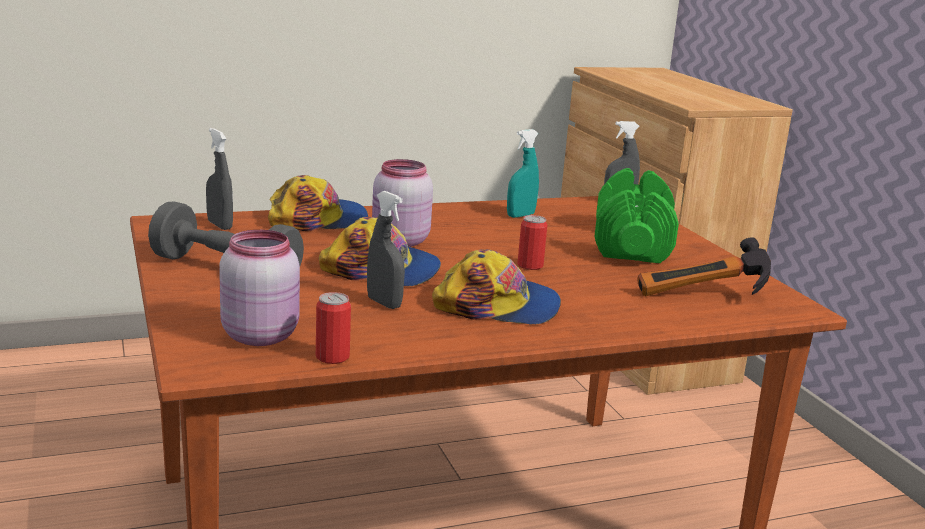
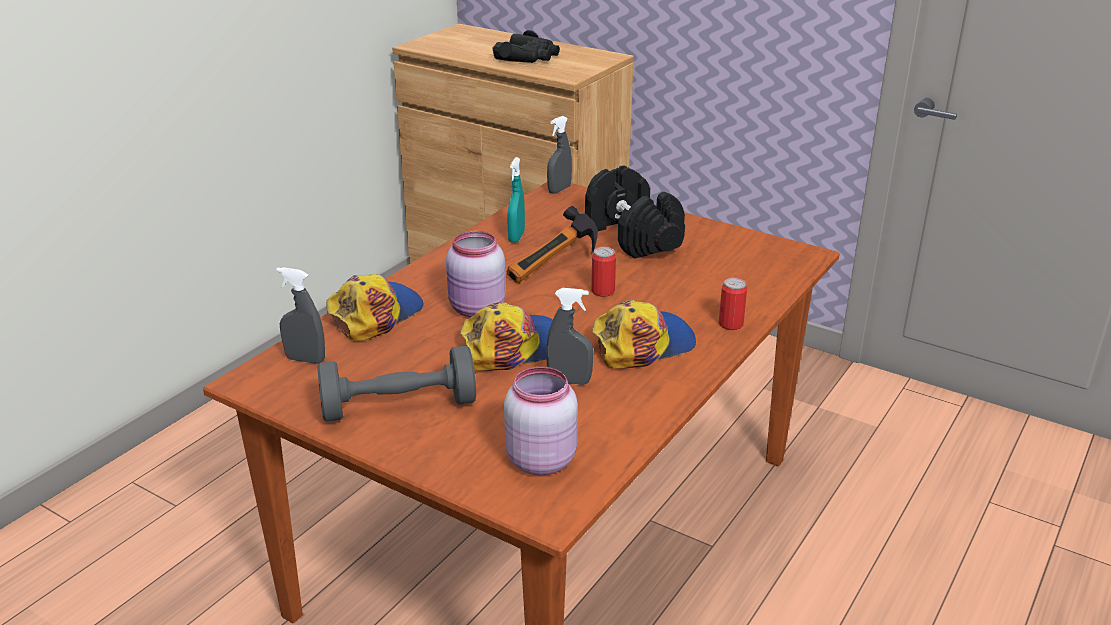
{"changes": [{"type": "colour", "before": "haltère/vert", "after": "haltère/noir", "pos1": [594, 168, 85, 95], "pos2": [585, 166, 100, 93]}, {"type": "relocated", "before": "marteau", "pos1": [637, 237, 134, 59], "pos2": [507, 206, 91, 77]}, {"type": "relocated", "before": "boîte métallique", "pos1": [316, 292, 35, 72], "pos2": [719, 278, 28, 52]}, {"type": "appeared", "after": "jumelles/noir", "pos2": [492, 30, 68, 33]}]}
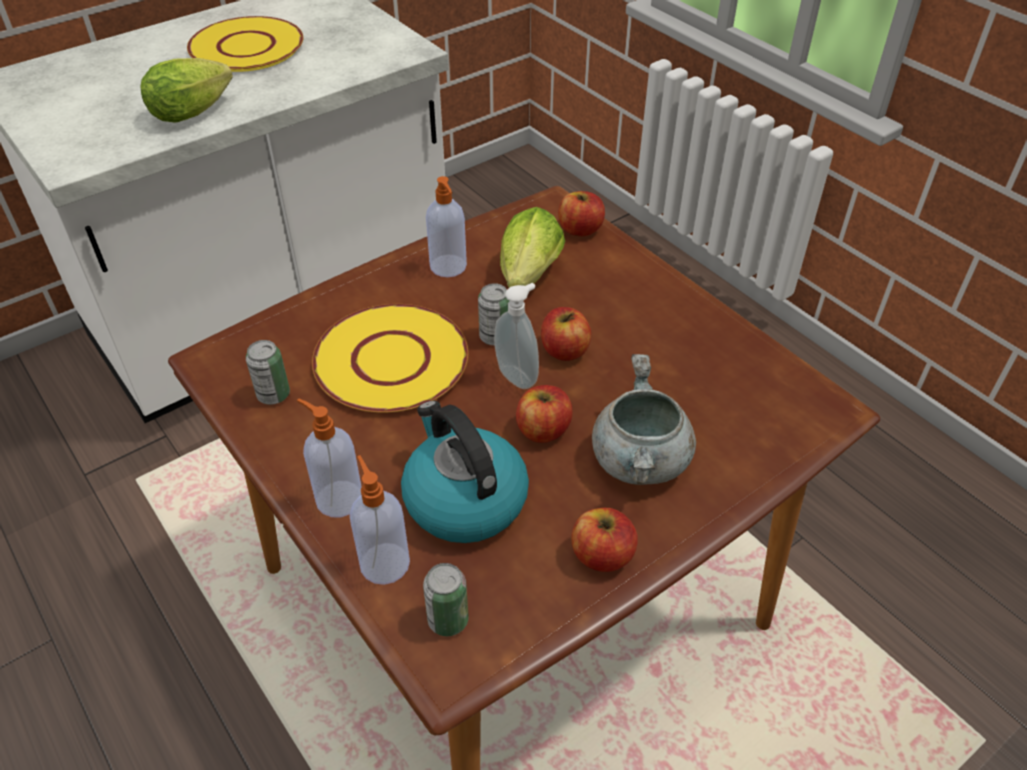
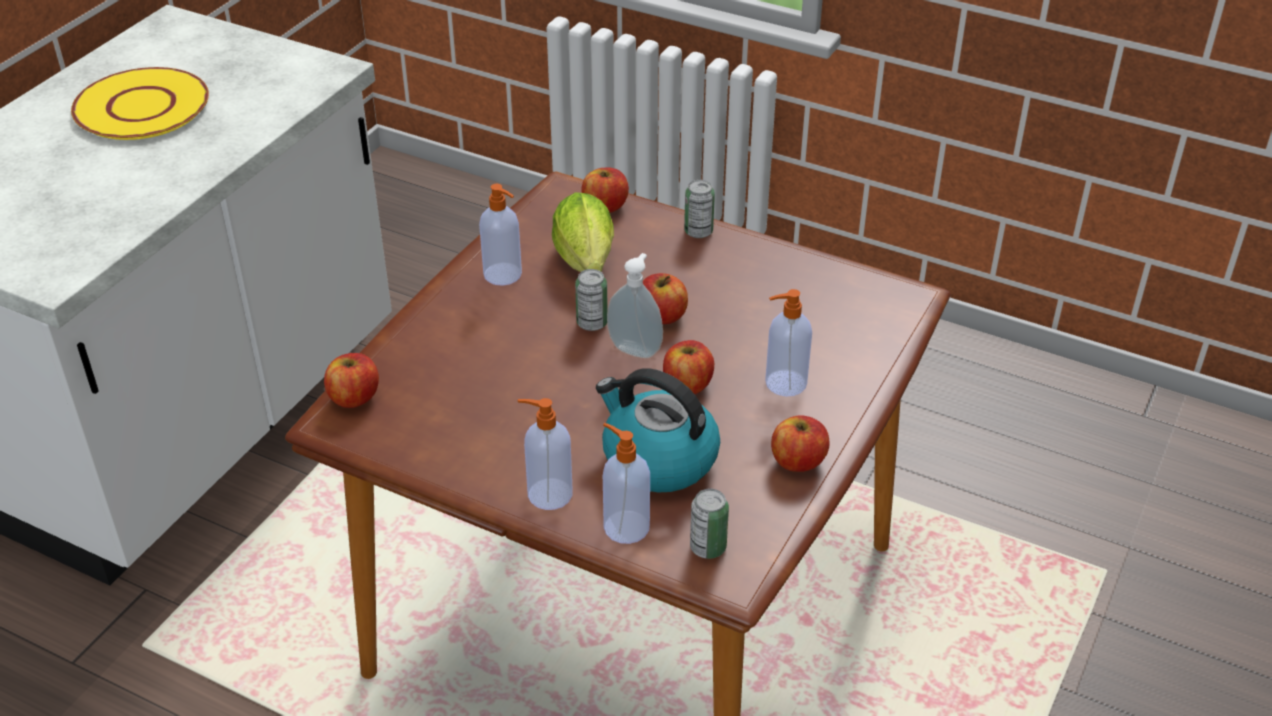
{"changes": [{"type": "missing", "before": "laitue", "pos1": [140, 58, 93, 64]}, {"type": "missing", "before": "assiette/jaune", "pos1": [312, 304, 157, 109]}, {"type": "relocated", "before": "boîte métallique", "pos1": [246, 340, 44, 65], "pos2": [684, 180, 31, 58]}, {"type": "exchanged", "before": "marmite/gris", "after": "distributeur de savon", "pos1": [592, 354, 104, 131], "pos2": [765, 289, 47, 107]}, {"type": "appeared", "after": "pomme", "pos2": [324, 353, 55, 55]}]}
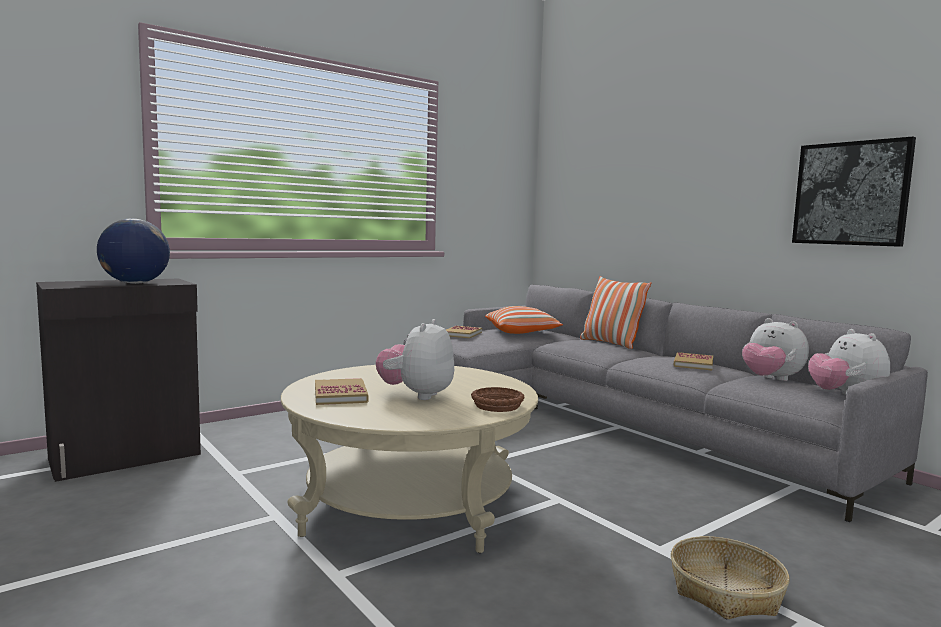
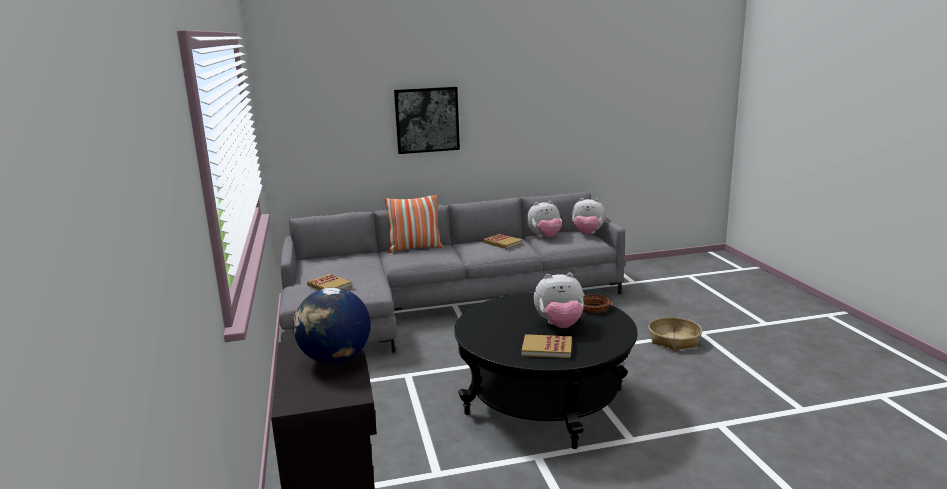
{"changes": [{"type": "relocated", "before": "tableau", "pos1": [792, 137, 124, 110], "pos2": [394, 87, 66, 67]}, {"type": "missing", "before": "coussin", "pos1": [485, 306, 78, 28]}, {"type": "spun", "before": "peluche", "pos1": [376, 319, 78, 81], "pos2": [534, 272, 50, 56], "turn": -45}, {"type": "colour", "before": "table basse/beige", "after": "table basse/noir", "pos1": [281, 365, 257, 188], "pos2": [454, 293, 184, 156]}]}
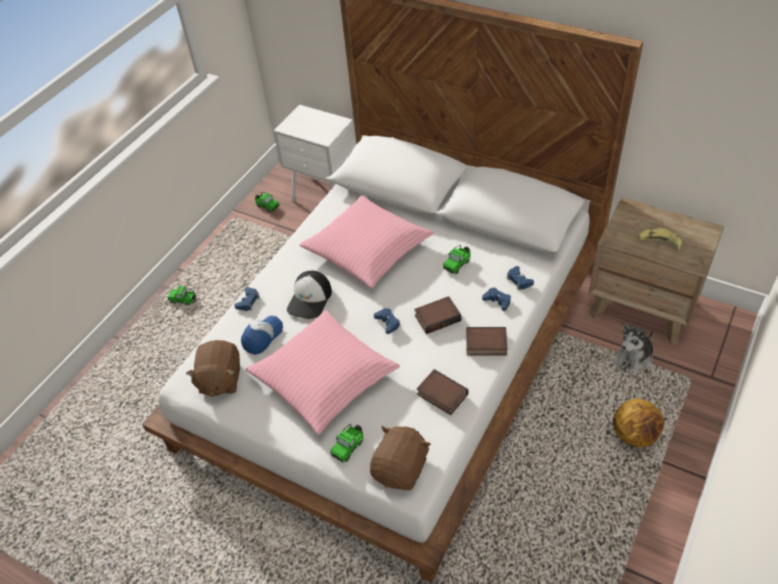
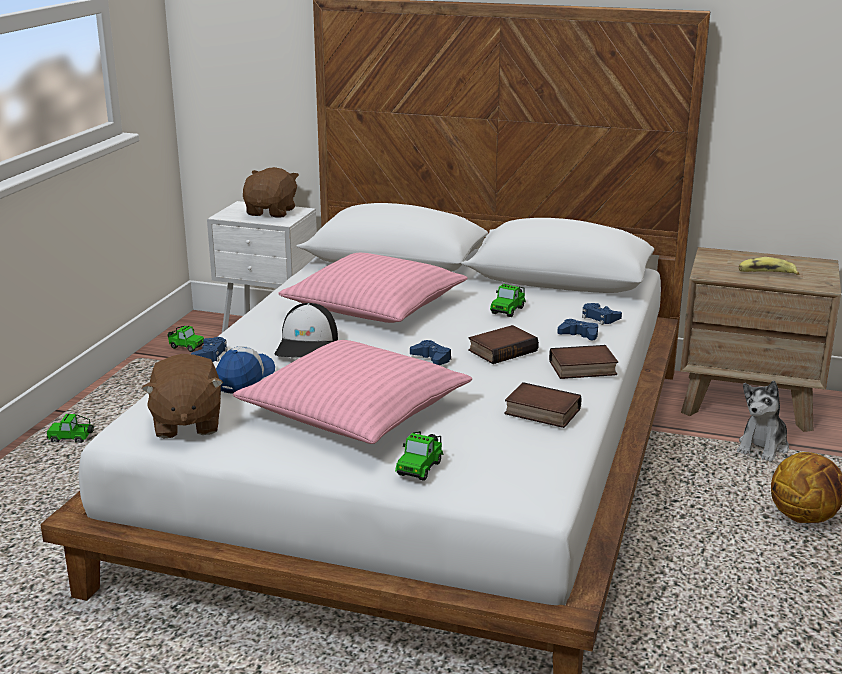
{"changes": [{"type": "relocated", "before": "peluche/marron", "pos1": [370, 426, 61, 64], "pos2": [243, 167, 56, 51]}]}
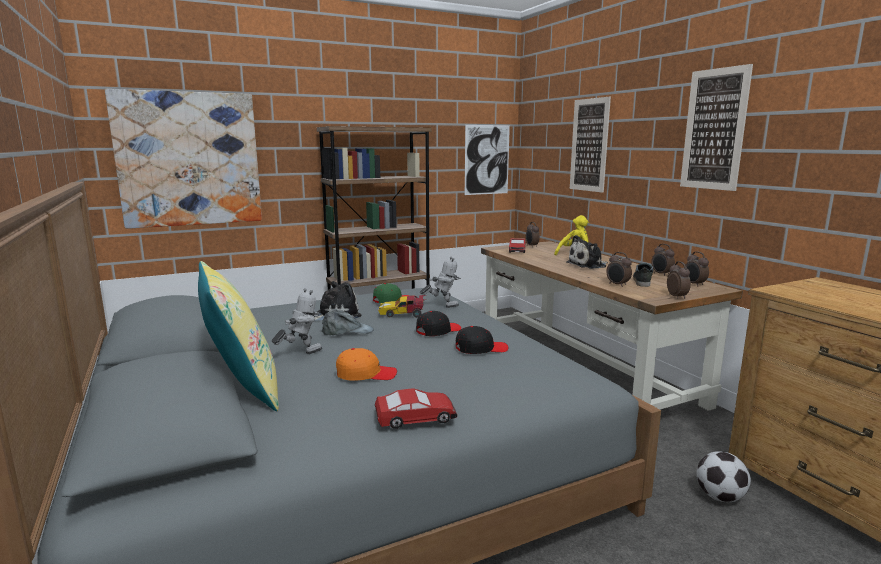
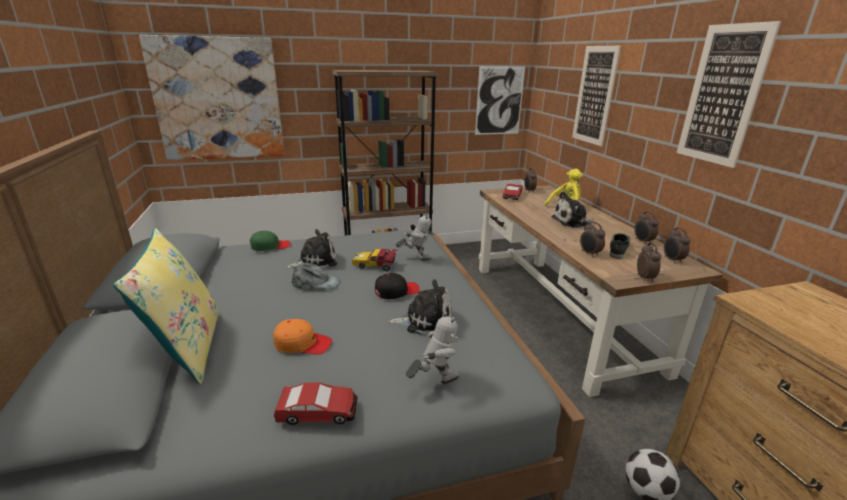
{"changes": [{"type": "relocated", "before": "casquette/vert", "pos1": [373, 283, 37, 21], "pos2": [250, 231, 40, 20]}, {"type": "relocated", "before": "robot jouet", "pos1": [272, 288, 50, 66], "pos2": [406, 312, 53, 72]}, {"type": "exchanged", "before": "casquette/noir", "after": "peluche", "pos1": [456, 326, 52, 28], "pos2": [388, 279, 63, 56]}]}
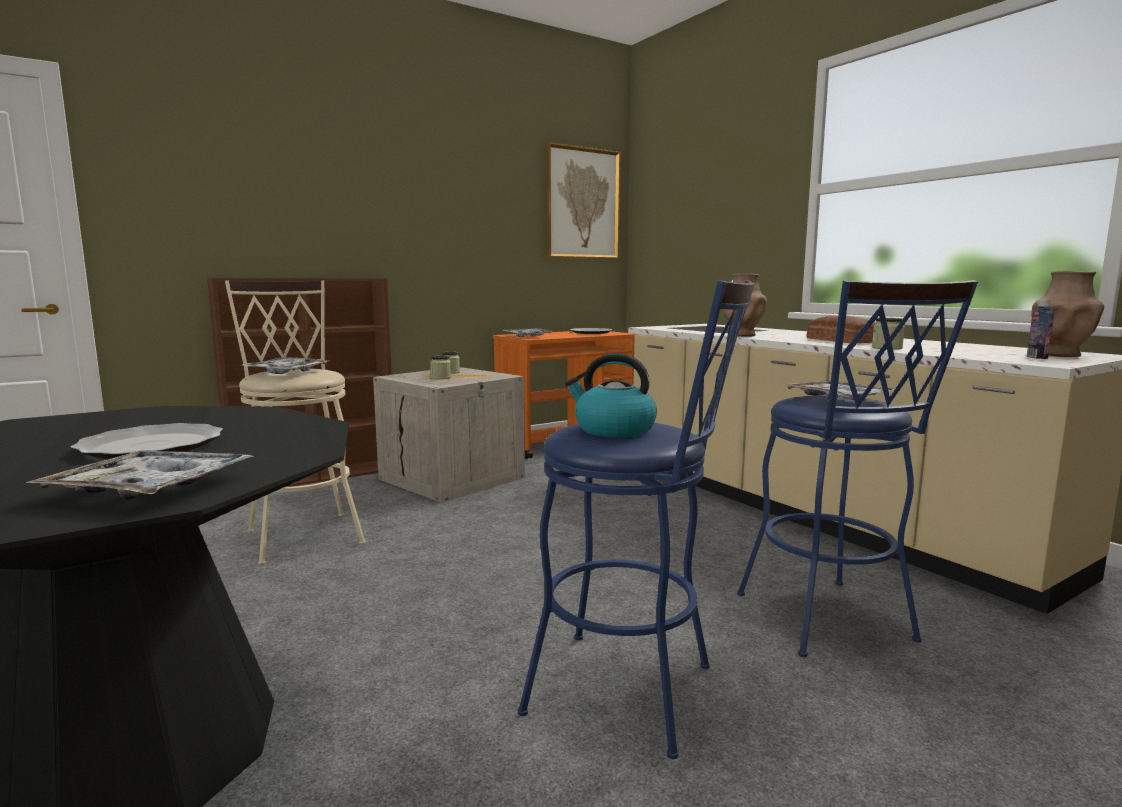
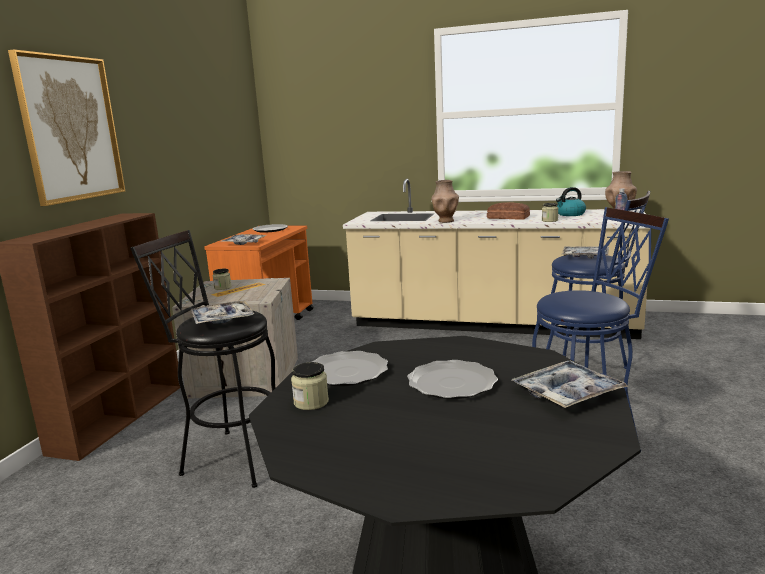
{"changes": [{"type": "relocated", "before": "tableau", "pos1": [547, 142, 73, 117], "pos2": [8, 50, 117, 156]}, {"type": "colour", "before": "tabouret/beige", "after": "tabouret/noir", "pos1": [225, 280, 141, 285], "pos2": [130, 230, 145, 258]}, {"type": "relocated", "before": "bouilloire", "pos1": [565, 353, 92, 85], "pos2": [556, 187, 30, 29]}, {"type": "relocated", "before": "bocal", "pos1": [430, 355, 21, 24], "pos2": [291, 362, 38, 48]}, {"type": "appeared", "after": "assiette", "pos2": [312, 351, 76, 35]}]}
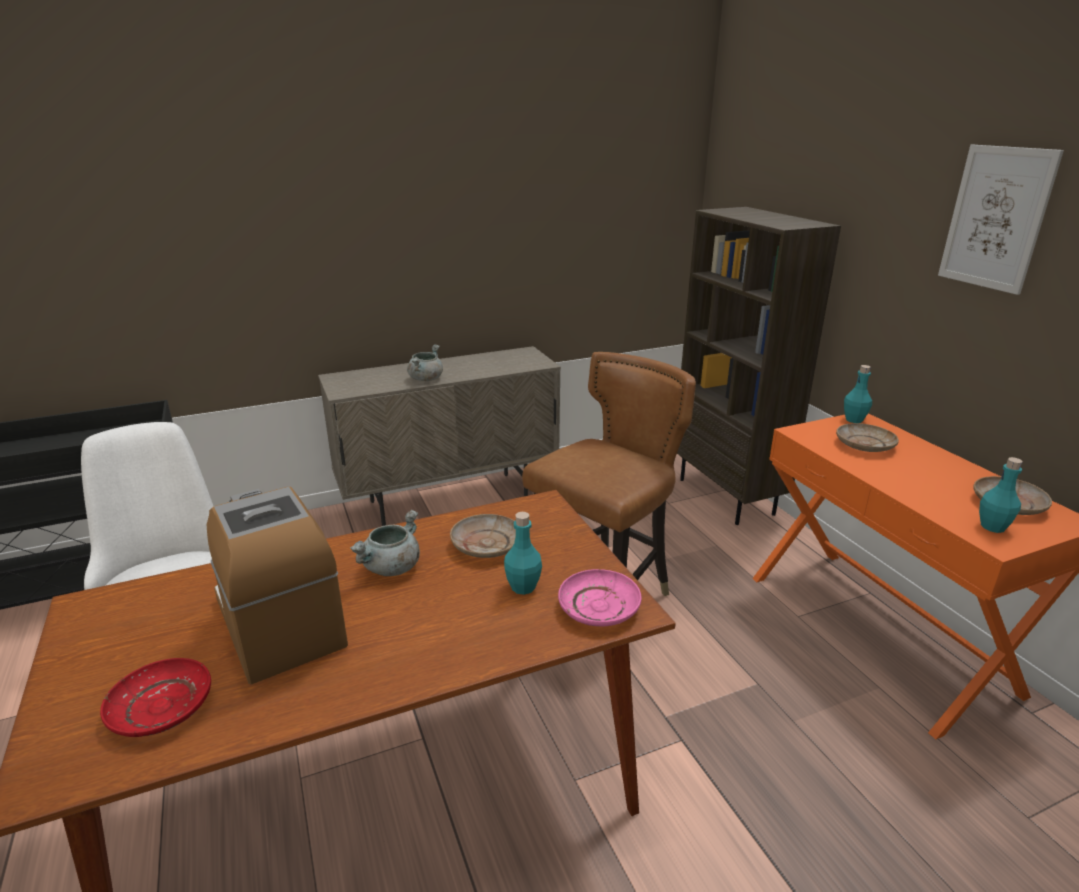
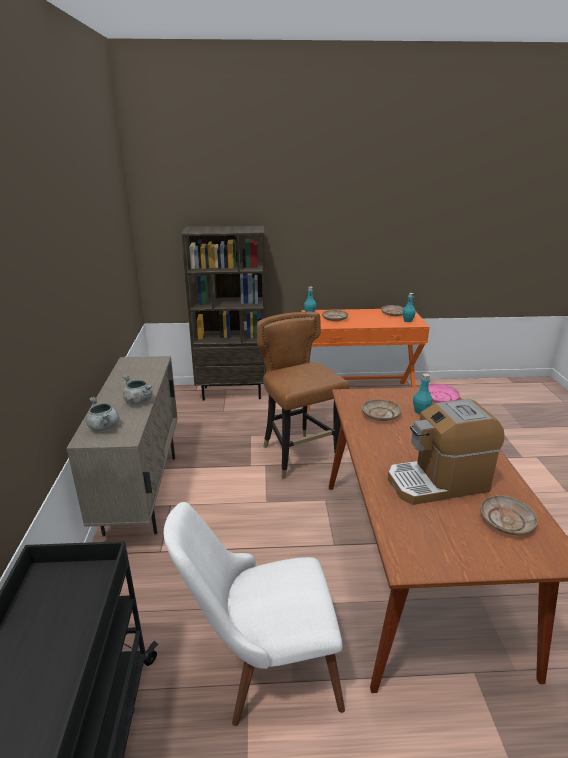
{"changes": [{"type": "missing", "before": "tableau", "pos1": [938, 145, 126, 150]}, {"type": "relocated", "before": "marmite/gris", "pos1": [350, 510, 70, 66], "pos2": [86, 397, 33, 34]}, {"type": "colour", "before": "assiette/rouge", "after": "assiette/beige", "pos1": [100, 658, 111, 79], "pos2": [480, 495, 58, 40]}]}
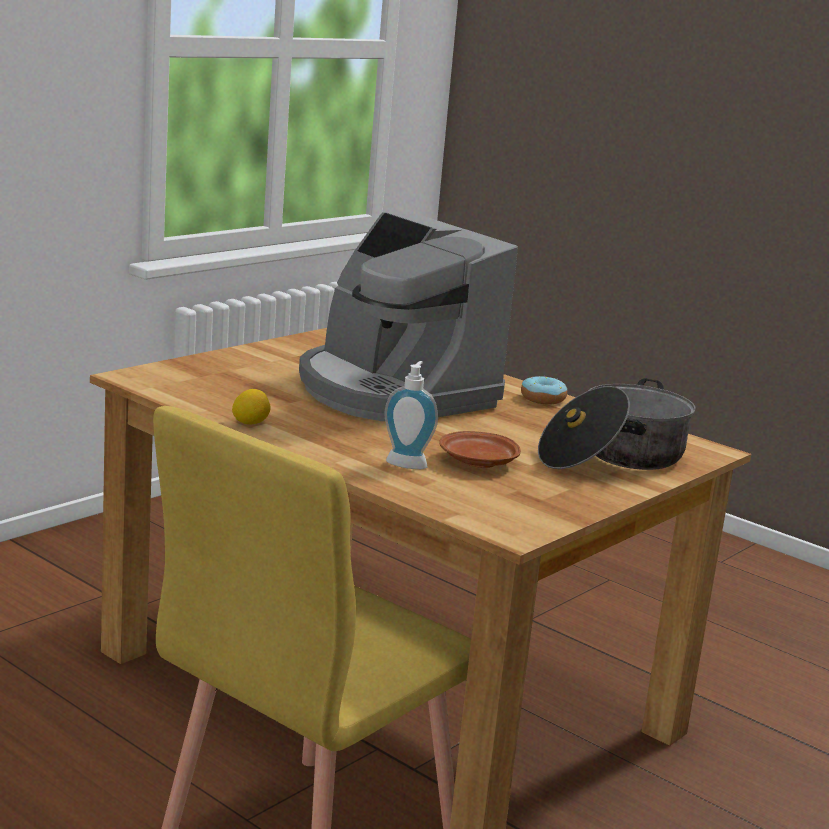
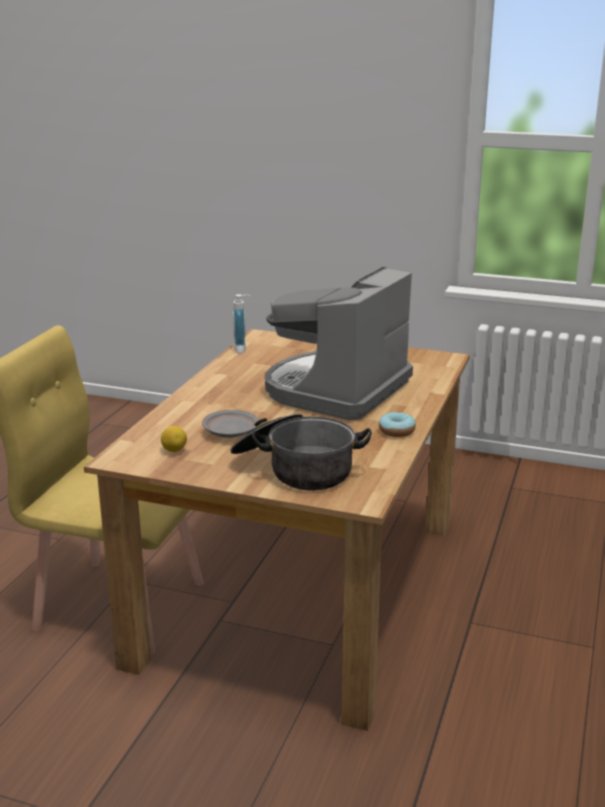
{"changes": [{"type": "relocated", "before": "distributeur de savon", "pos1": [384, 361, 54, 108], "pos2": [233, 294, 18, 60]}, {"type": "relocated", "before": "citron", "pos1": [232, 389, 39, 35], "pos2": [161, 426, 26, 26]}, {"type": "colour", "before": "assiette/marron", "after": "assiette/gris", "pos1": [439, 431, 82, 37], "pos2": [202, 410, 57, 28]}]}
